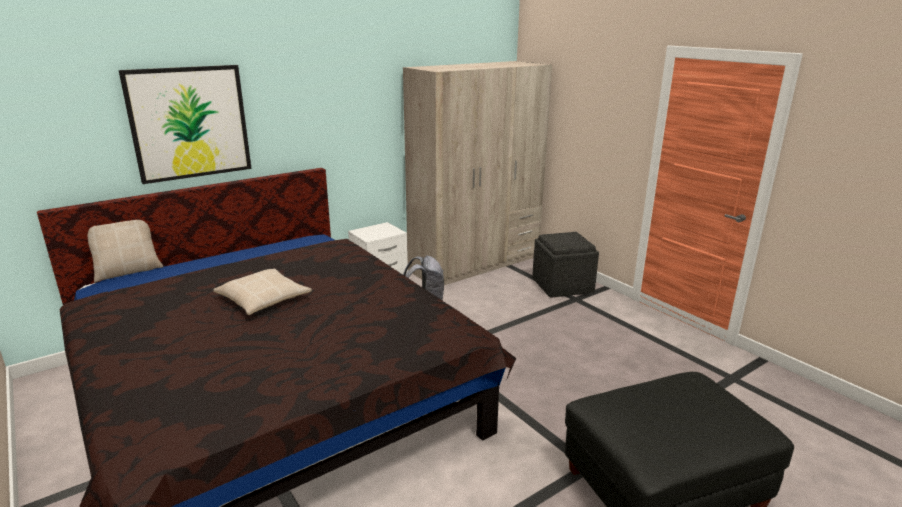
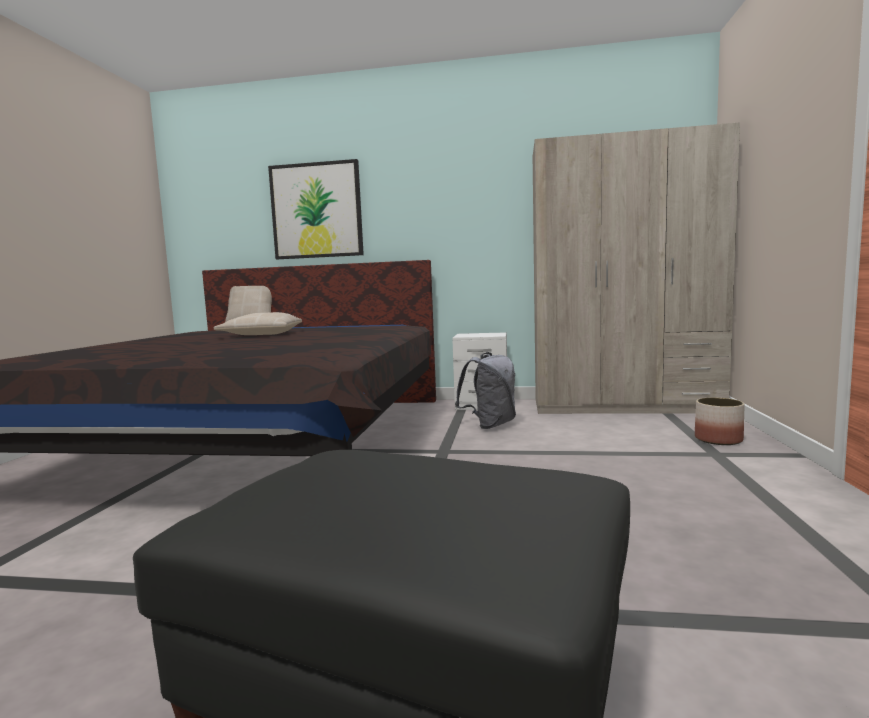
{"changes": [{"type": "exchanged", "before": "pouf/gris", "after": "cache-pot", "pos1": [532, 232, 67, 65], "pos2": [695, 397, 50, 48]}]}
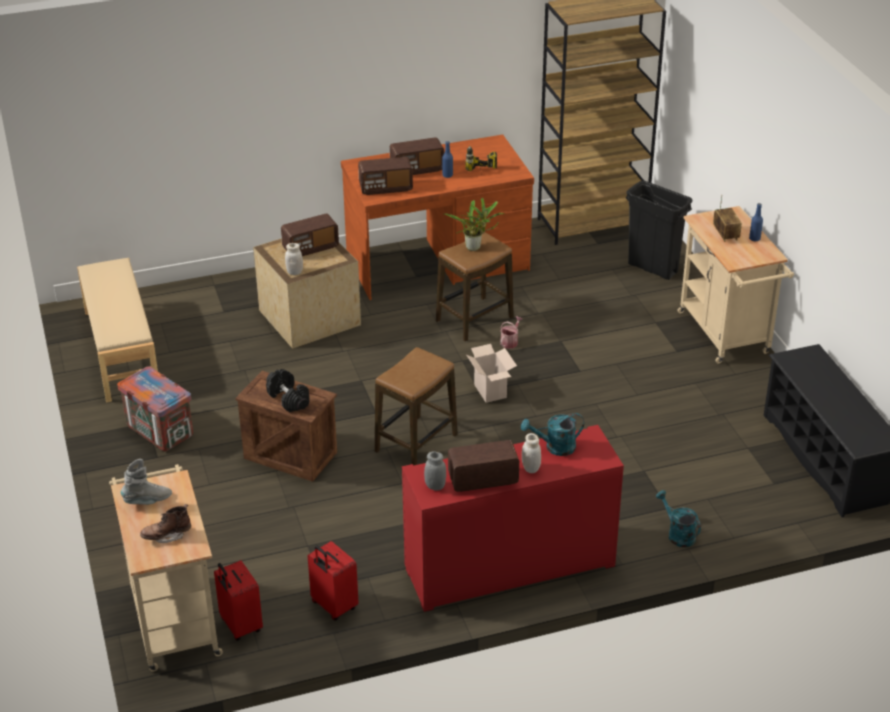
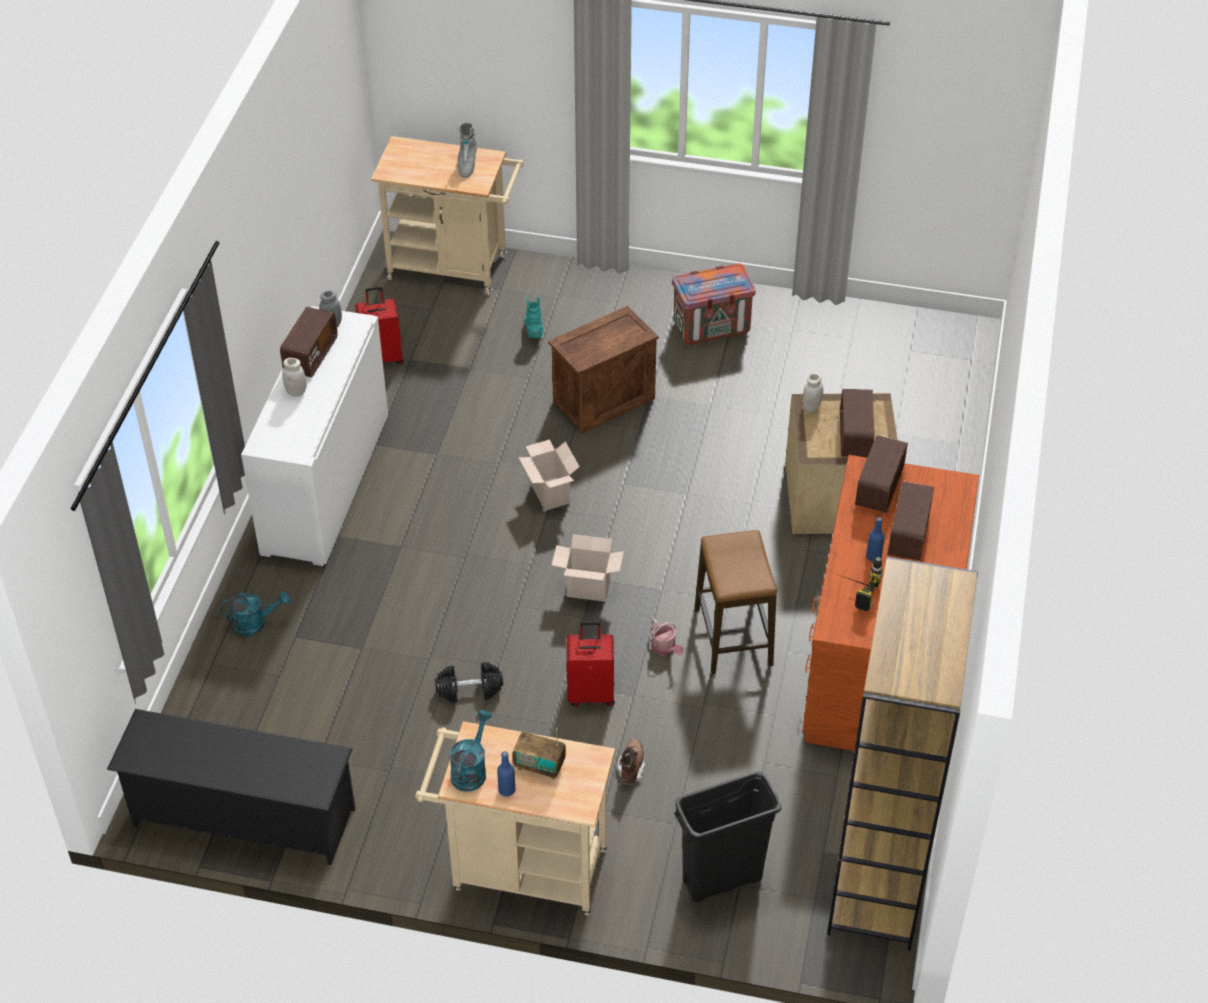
{"changes": [{"type": "missing", "before": "plante en pot", "pos1": [444, 198, 61, 53]}, {"type": "missing", "before": "banc/beige", "pos1": [77, 258, 81, 144]}, {"type": "exchanged", "before": "tabouret", "after": "carton", "pos1": [375, 347, 83, 118], "pos2": [519, 439, 61, 72]}, {"type": "relocated", "before": "haltère/noir", "pos1": [266, 369, 43, 43], "pos2": [435, 662, 68, 41]}, {"type": "relocated", "before": "arrosoir/turquoise", "pos1": [521, 413, 63, 43], "pos2": [450, 710, 42, 82]}, {"type": "colour", "before": "meuble de rangement/rouge", "after": "meuble de rangement/blanc", "pos1": [402, 425, 222, 187], "pos2": [241, 306, 147, 260]}, {"type": "relocated", "before": "botte/marron", "pos1": [140, 504, 51, 39], "pos2": [618, 738, 28, 47]}, {"type": "relocated", "before": "valise/rouge", "pos1": [214, 560, 49, 81], "pos2": [567, 621, 48, 85]}, {"type": "appeared", "after": "botte/turquoise", "pos2": [524, 296, 20, 42]}]}
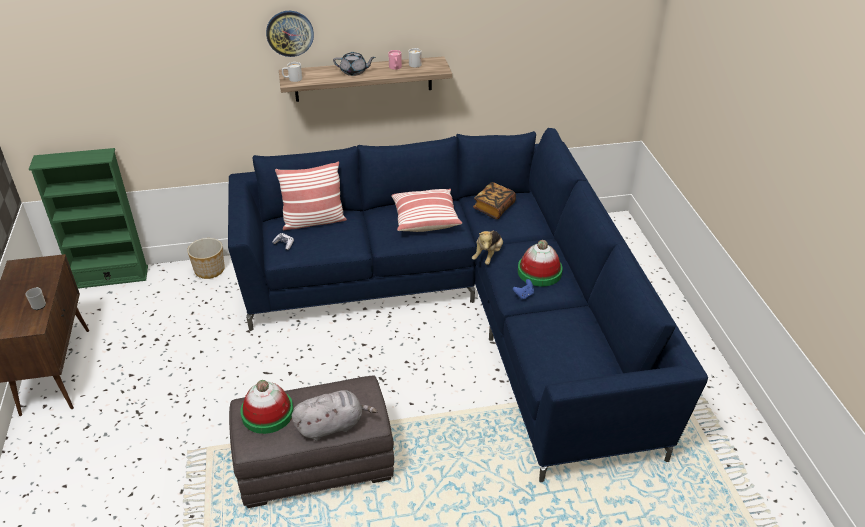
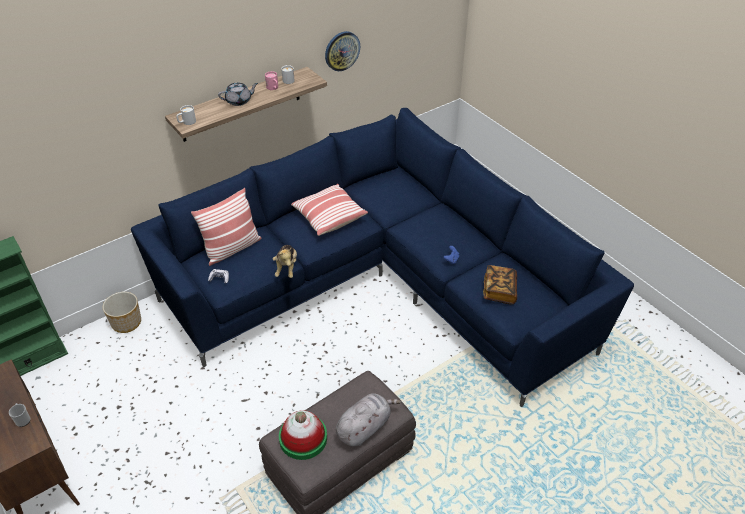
{"changes": [{"type": "relocated", "before": "horloge murale", "pos1": [266, 11, 48, 46], "pos2": [325, 31, 35, 40]}, {"type": "relocated", "before": "livre", "pos1": [473, 182, 43, 37], "pos2": [483, 265, 34, 40]}, {"type": "relocated", "before": "peluche", "pos1": [472, 230, 31, 35], "pos2": [273, 245, 24, 33]}, {"type": "missing", "before": "chapeau", "pos1": [518, 240, 45, 47]}]}
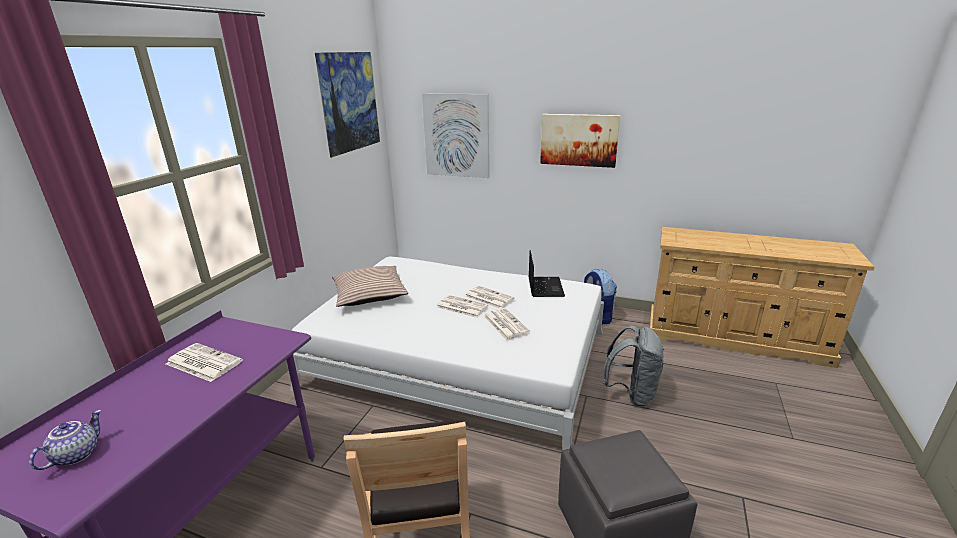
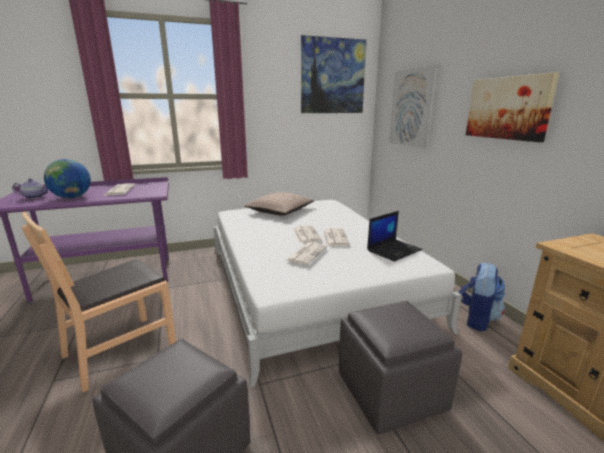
{"changes": [{"type": "exchanged", "before": "sac à dos/gris", "after": "pouf/gris", "pos1": [603, 326, 61, 81], "pos2": [339, 301, 123, 134]}, {"type": "appeared", "after": "globe", "pos2": [44, 159, 47, 39]}]}
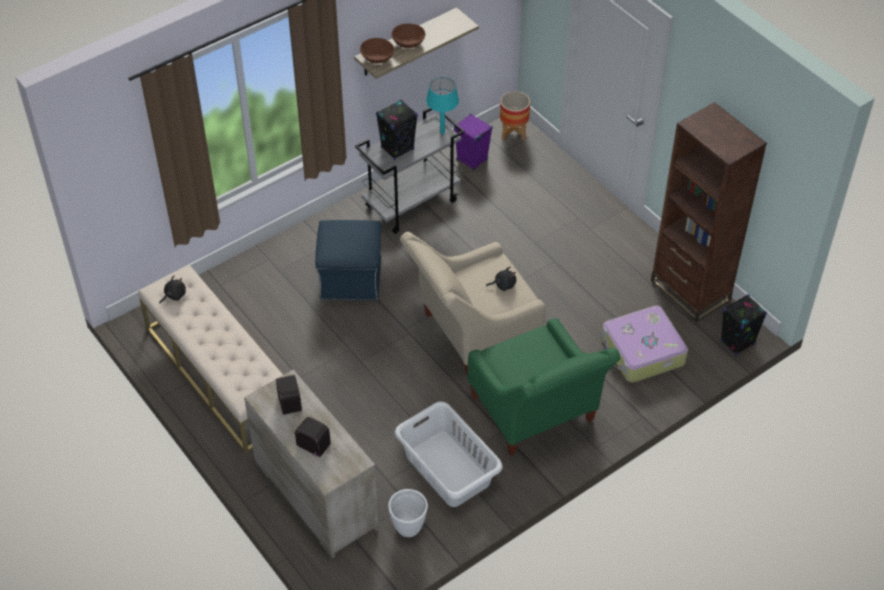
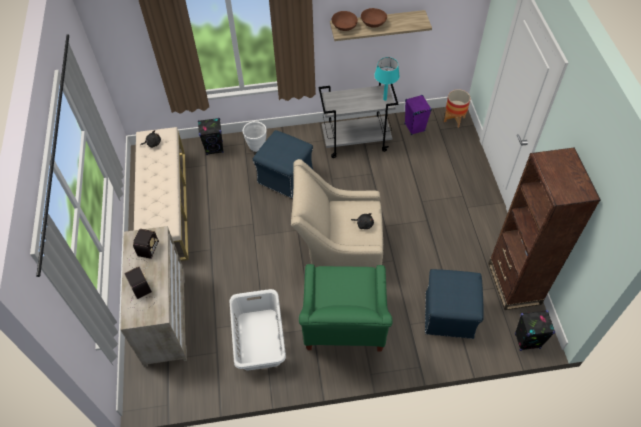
{"changes": [{"type": "relocated", "before": "enceinte/noir", "pos1": [376, 99, 42, 61], "pos2": [198, 118, 26, 37]}, {"type": "exchanged", "before": "valise", "after": "pouf/bleu", "pos1": [602, 305, 86, 78], "pos2": [425, 269, 59, 70]}, {"type": "relocated", "before": "cache-pot/blanc", "pos1": [388, 489, 40, 48], "pos2": [243, 121, 24, 31]}]}
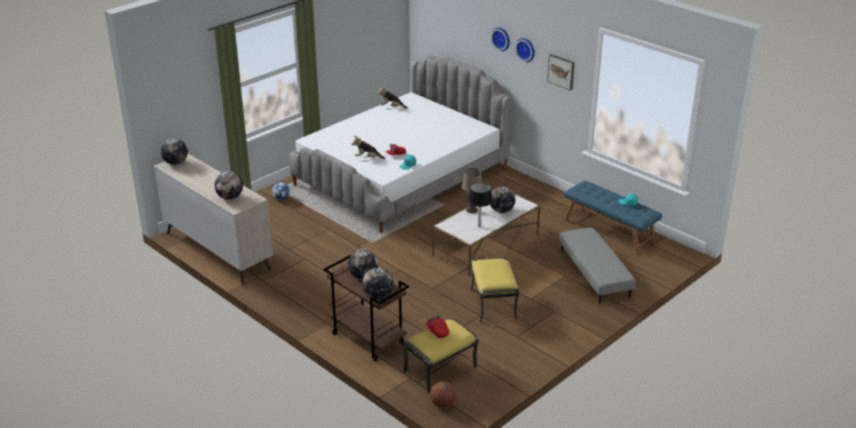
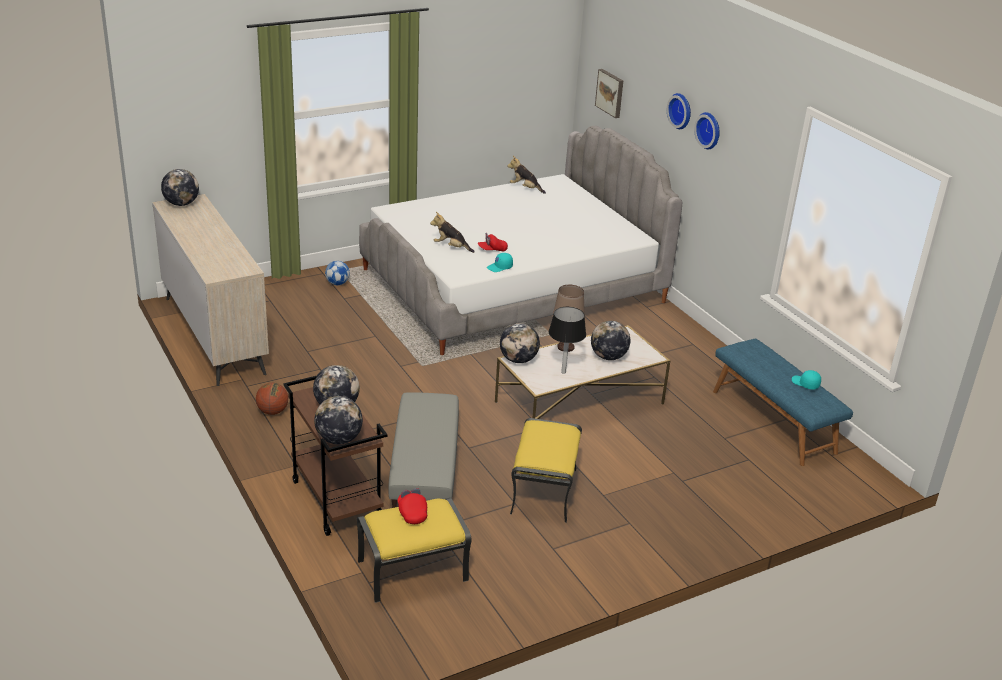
{"changes": [{"type": "relocated", "before": "tableau", "pos1": [547, 54, 28, 36], "pos2": [595, 69, 28, 49]}, {"type": "relocated", "before": "globe", "pos1": [214, 171, 29, 29], "pos2": [500, 323, 40, 40]}, {"type": "relocated", "before": "pouf/gris", "pos1": [559, 228, 77, 76], "pos2": [388, 392, 71, 116]}, {"type": "relocated", "before": "ballon de basket", "pos1": [430, 382, 26, 26], "pos2": [256, 383, 32, 32]}]}
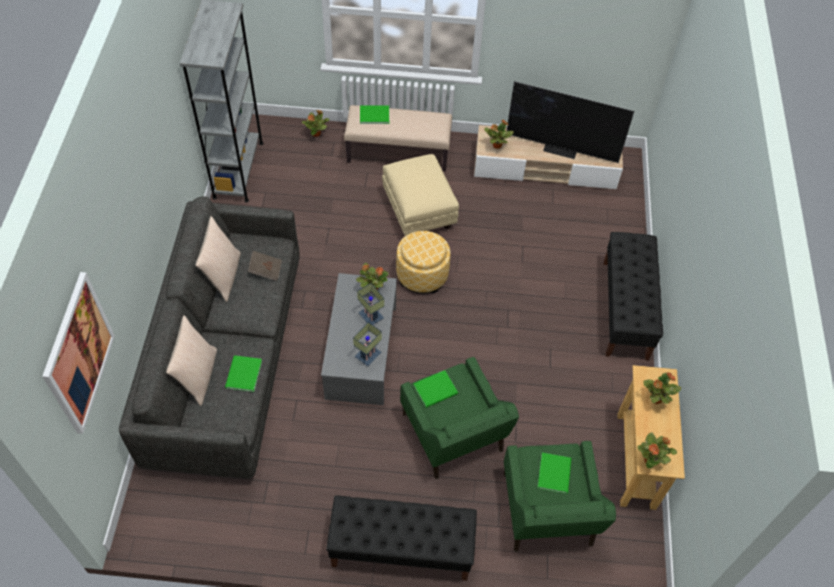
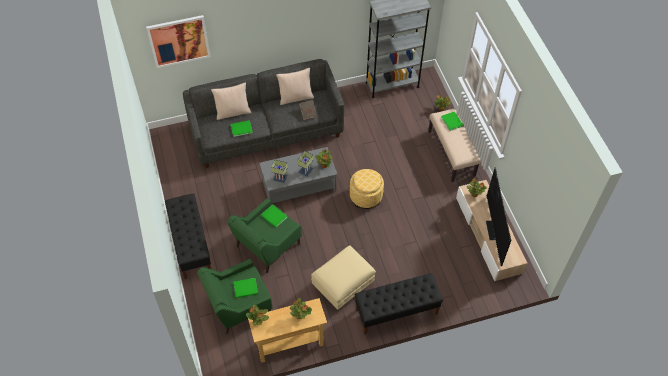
{"changes": [{"type": "relocated", "before": "pouf/beige", "pos1": [382, 154, 77, 82], "pos2": [311, 245, 65, 65]}]}
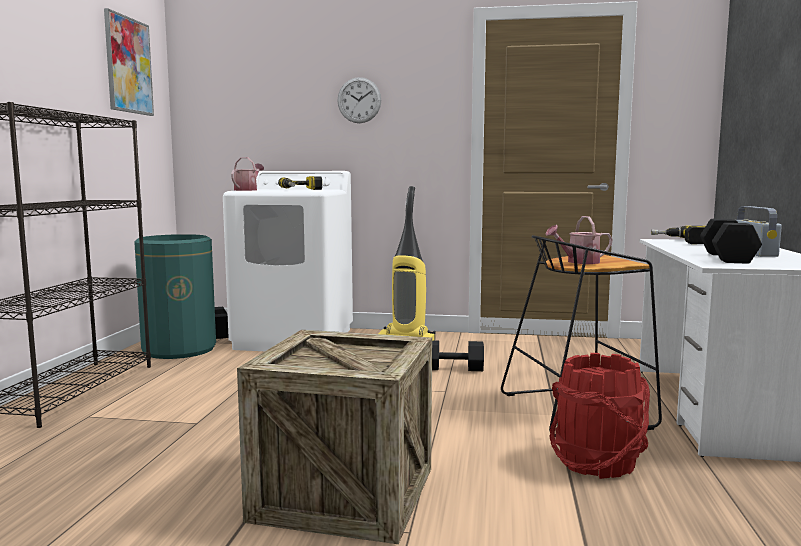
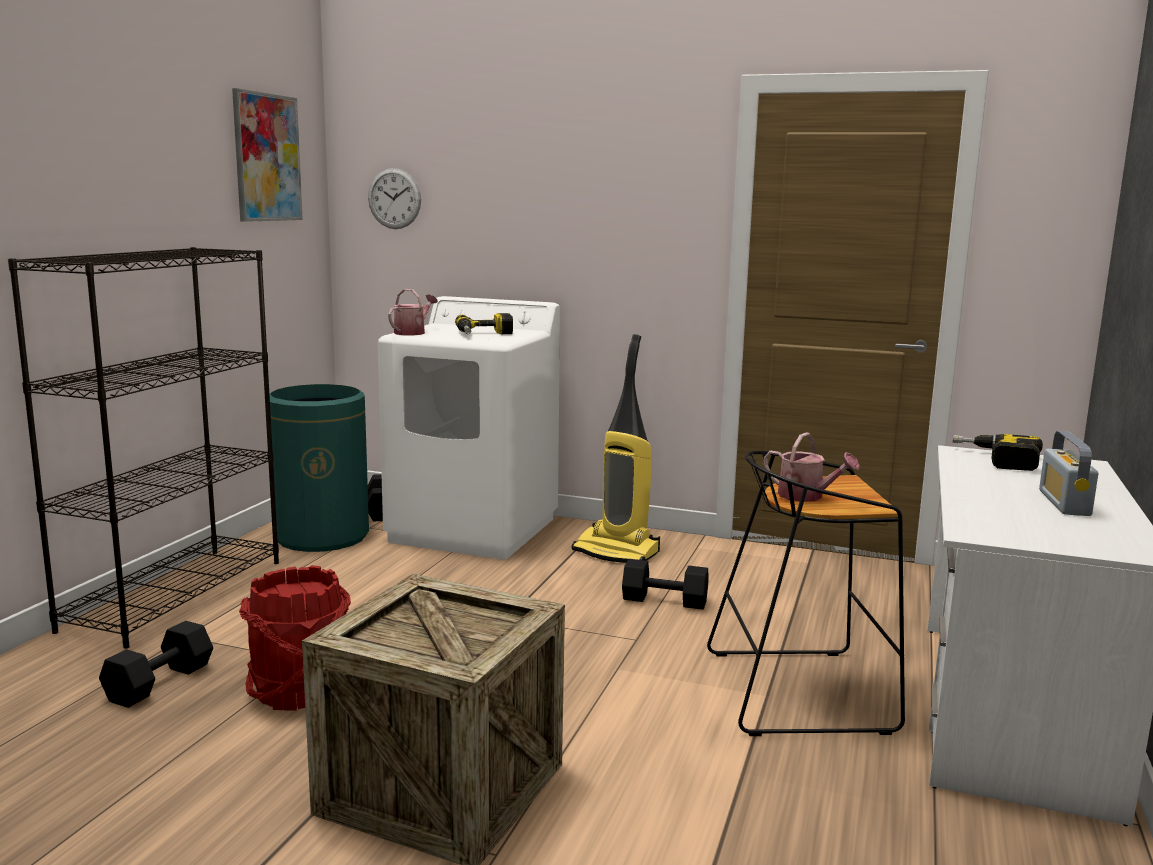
{"changes": [{"type": "relocated", "before": "horloge murale", "pos1": [337, 77, 44, 46], "pos2": [368, 168, 53, 61]}, {"type": "spun", "before": "arrosoir", "pos1": [545, 216, 68, 48], "pos2": [764, 432, 96, 70], "turn": -135}, {"type": "relocated", "before": "haltère/noir", "pos1": [700, 219, 62, 45], "pos2": [99, 621, 114, 87]}, {"type": "relocated", "before": "seau/rouge", "pos1": [550, 353, 100, 126], "pos2": [239, 565, 112, 146]}]}
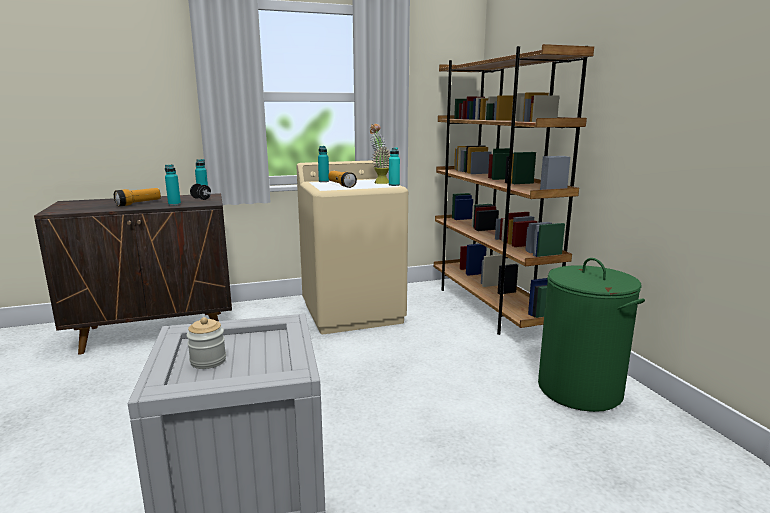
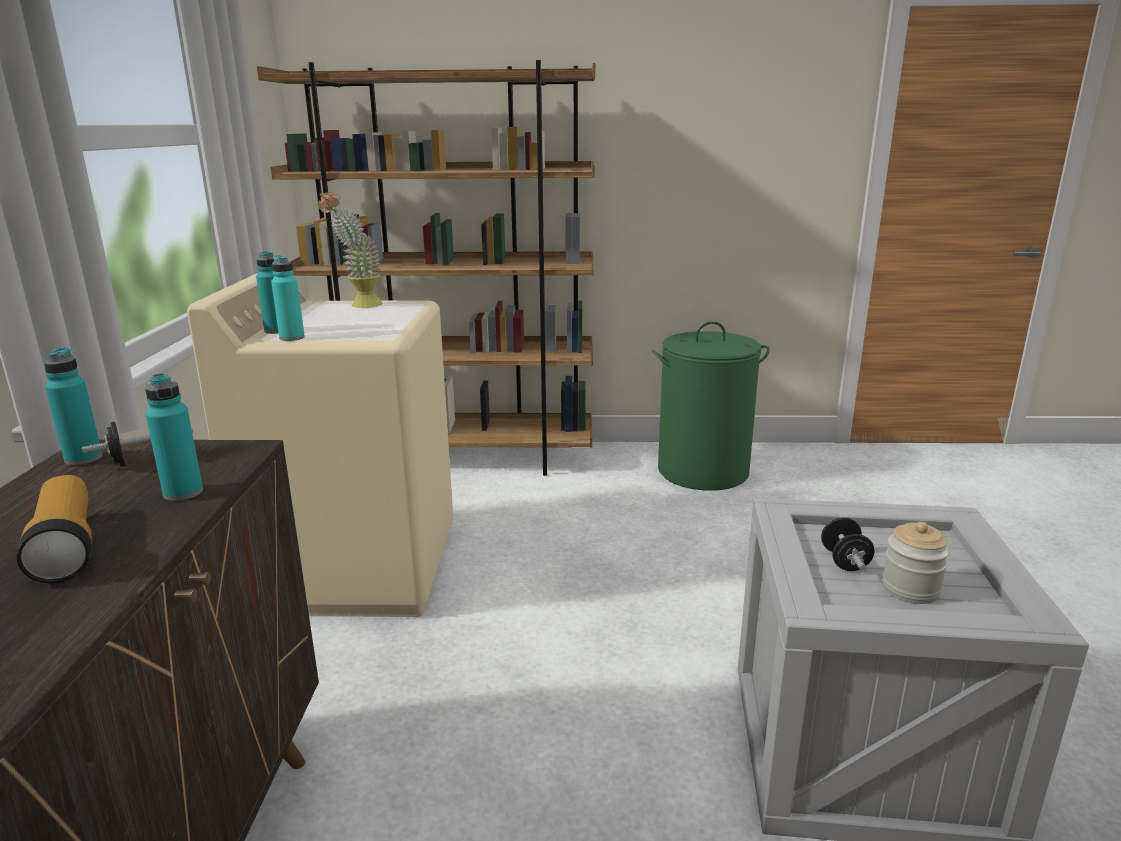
{"changes": [{"type": "relocated", "before": "bouteille/turquoise", "pos1": [389, 147, 11, 39], "pos2": [271, 255, 34, 86]}, {"type": "missing", "before": "lampe de poche", "pos1": [328, 171, 29, 17]}, {"type": "appeared", "after": "haltère/noir", "pos2": [821, 517, 53, 54]}]}
